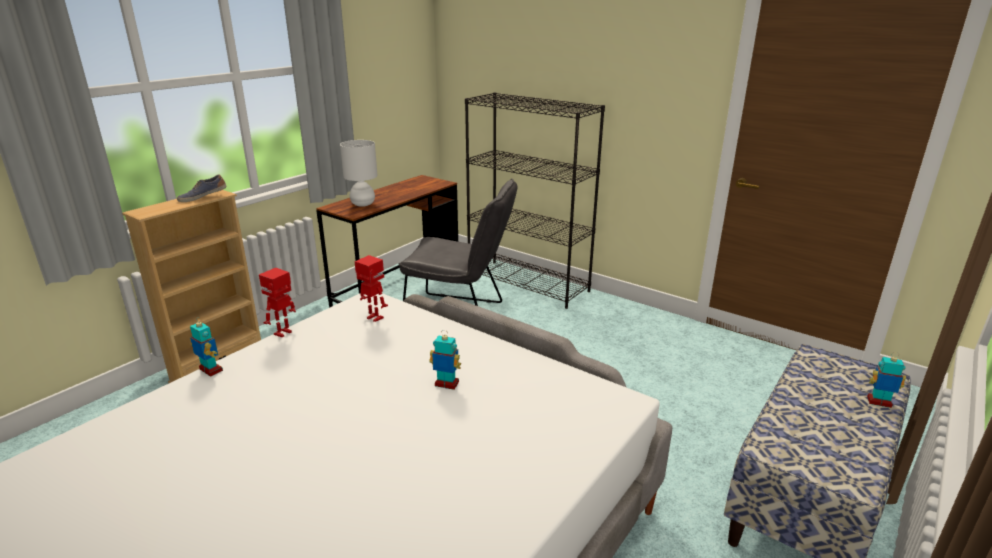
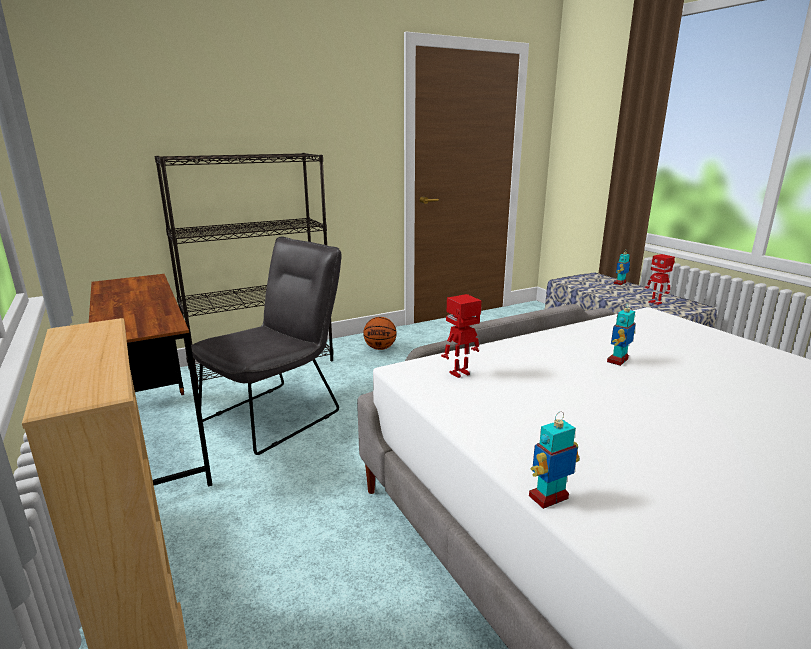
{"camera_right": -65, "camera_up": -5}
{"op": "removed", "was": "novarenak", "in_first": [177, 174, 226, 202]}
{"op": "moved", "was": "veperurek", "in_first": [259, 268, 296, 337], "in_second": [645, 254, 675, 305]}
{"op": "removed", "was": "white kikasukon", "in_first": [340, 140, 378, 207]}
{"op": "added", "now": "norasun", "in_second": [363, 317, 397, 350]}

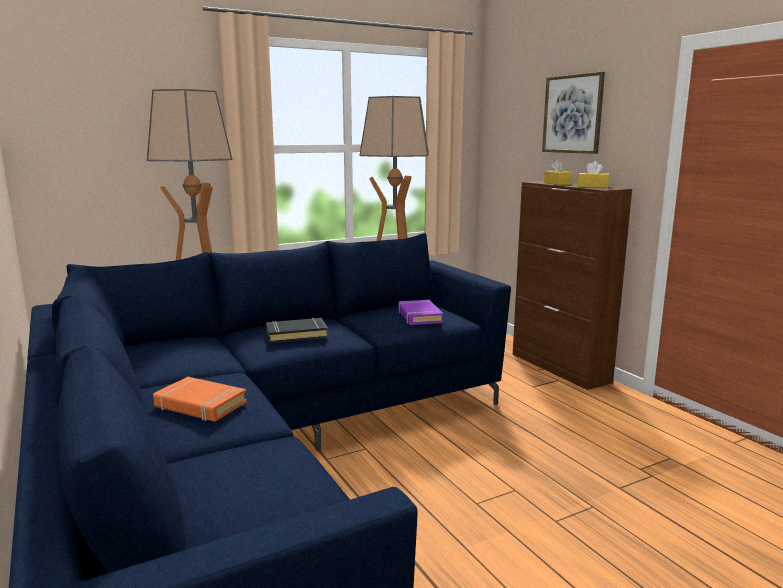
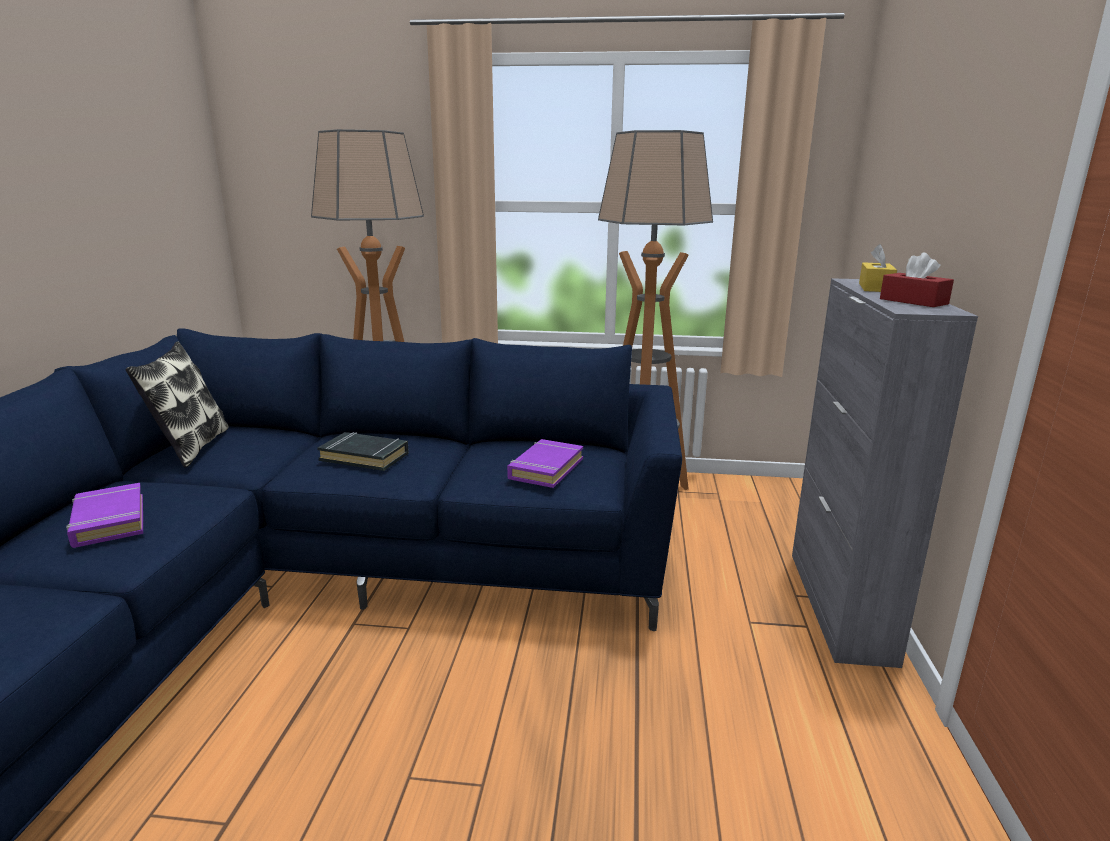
{"camera_right": 35, "camera_up": 5}
{"op": "recoloured", "was": "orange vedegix", "now": "purple vedegix", "in_first": [153, 377, 247, 422], "in_second": [66, 483, 143, 548]}
{"op": "recoloured", "was": "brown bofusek", "now": "grey bofusek", "in_first": [513, 181, 632, 390], "in_second": [792, 278, 978, 668]}
{"op": "removed", "was": "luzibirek", "in_first": [542, 72, 605, 154]}
{"op": "recoloured", "was": "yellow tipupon", "now": "red tipupon", "in_first": [578, 161, 609, 188], "in_second": [880, 252, 954, 307]}
{"op": "added", "now": "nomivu", "in_second": [125, 341, 228, 468]}

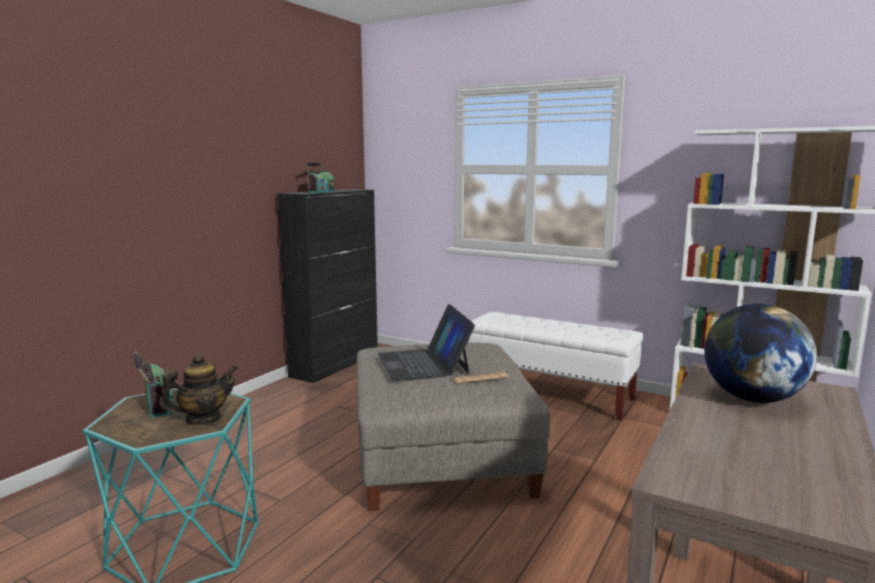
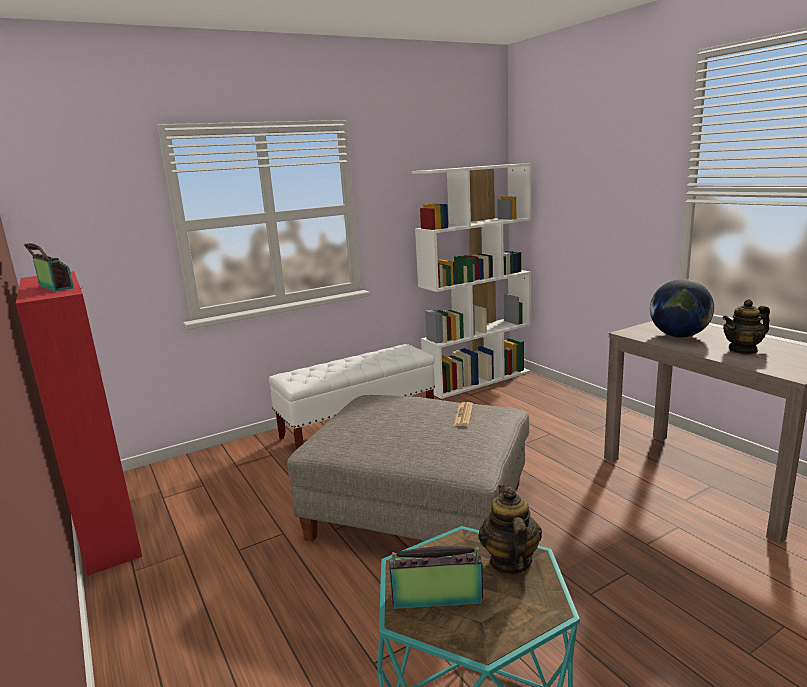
{"camera_right": -60, "camera_up": 5}
{"op": "recoloured", "was": "black bofusek", "now": "red bofusek", "in_first": [278, 189, 378, 383], "in_second": [16, 271, 142, 576]}
{"op": "removed", "was": "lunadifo", "in_first": [378, 304, 475, 381]}
{"op": "added", "now": "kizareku", "in_second": [723, 299, 770, 354]}

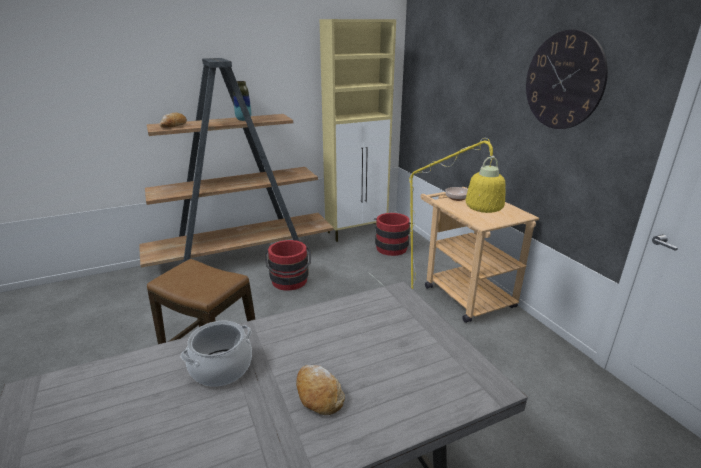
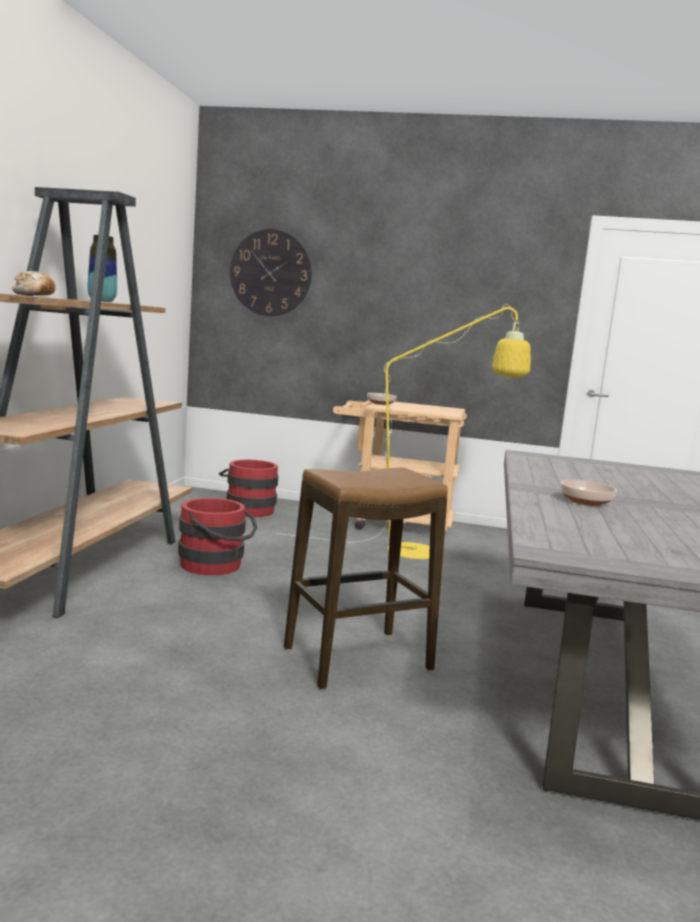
{"camera_right": -55, "camera_up": -15}
{"op": "replaced", "was": "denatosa", "now": "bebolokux", "in_first": [181, 321, 252, 387], "in_second": [560, 480, 617, 506]}
{"op": "removed", "was": "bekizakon", "in_first": [296, 365, 345, 415]}
{"op": "removed", "was": "beige bofusek", "in_first": [320, 19, 396, 242]}
{"op": "moved", "was": "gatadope", "in_first": [526, 30, 608, 129], "in_second": [230, 229, 312, 316]}

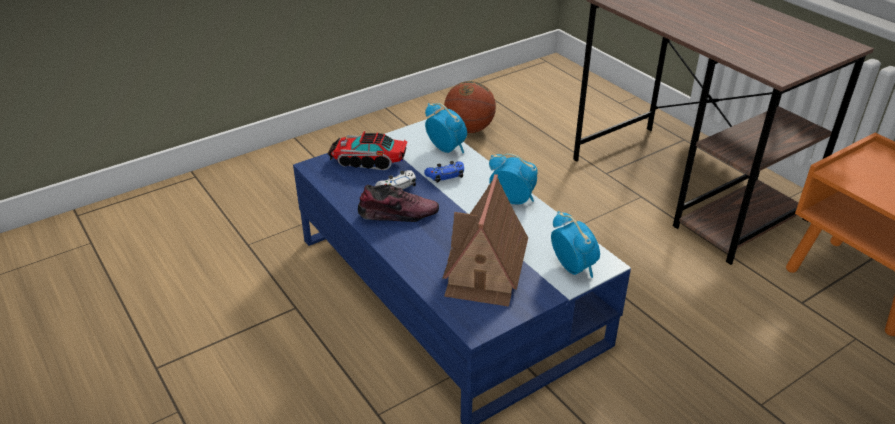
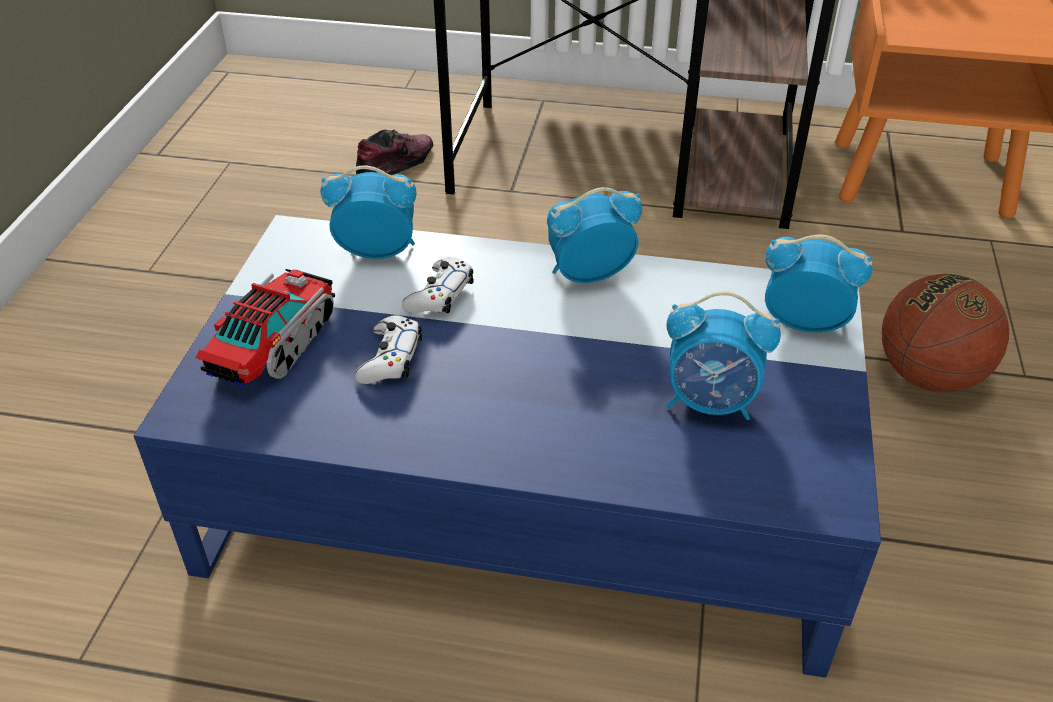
{"camera_right": -45, "camera_up": 5}
{"op": "turned", "was": "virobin", "in_first": [328, 131, 407, 170], "in_second": [196, 269, 335, 386], "clockwise": 150}
{"op": "moved", "was": "novarenak", "in_first": [358, 185, 439, 222], "in_second": [356, 129, 433, 175]}
{"op": "recoloured", "was": "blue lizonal", "now": "white lizonal", "in_first": [424, 161, 464, 183], "in_second": [402, 256, 474, 313]}
{"op": "replaced", "was": "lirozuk", "now": "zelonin", "in_first": [442, 174, 528, 306], "in_second": [666, 291, 781, 420]}
{"op": "moved", "was": "norasun", "in_first": [444, 81, 496, 133], "in_second": [882, 274, 1009, 392]}

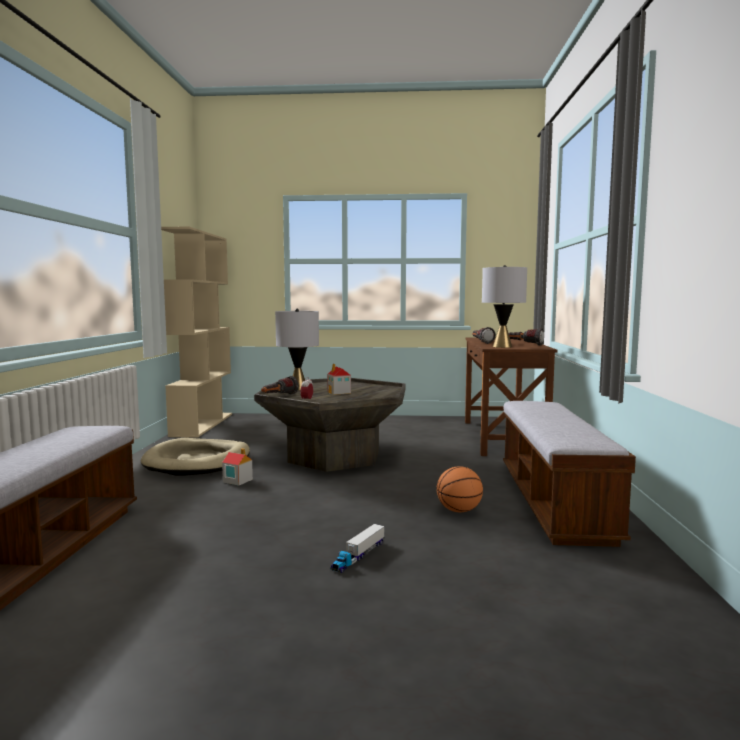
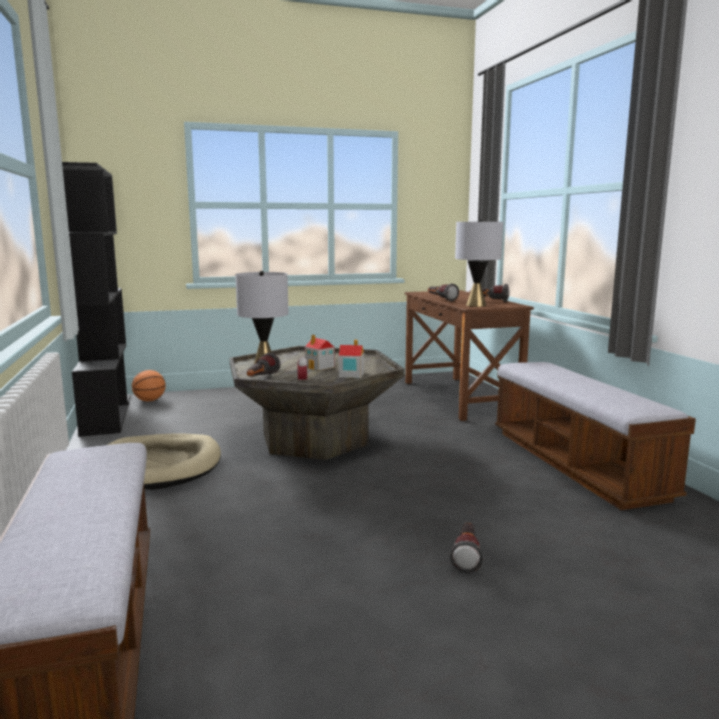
{"camera_right": -20, "camera_up": 5}
{"op": "recoloured", "was": "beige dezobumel", "now": "black dezobumel", "in_first": [161, 227, 232, 438], "in_second": [62, 162, 131, 437]}
{"op": "moved", "was": "lirozuk", "in_first": [222, 448, 253, 486], "in_second": [338, 340, 364, 378]}
{"op": "replaced", "was": "virobin", "now": "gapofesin", "in_first": [331, 524, 385, 573], "in_second": [449, 523, 484, 573]}
{"op": "moved", "was": "norasun", "in_first": [437, 466, 483, 512], "in_second": [132, 370, 166, 401]}

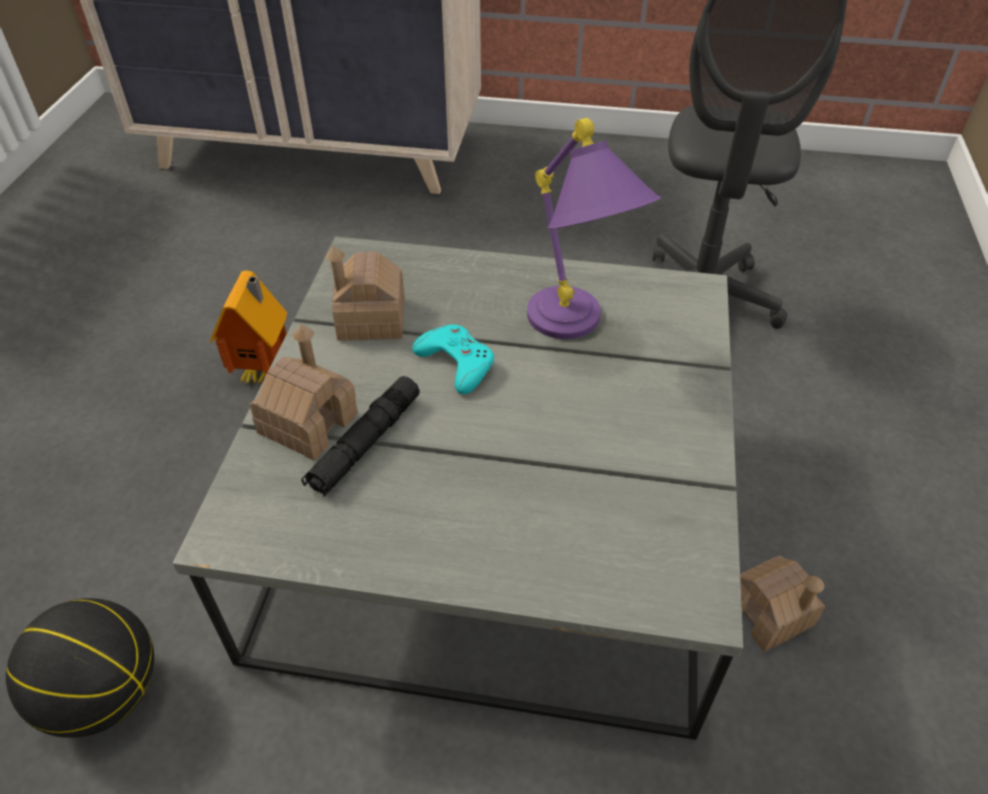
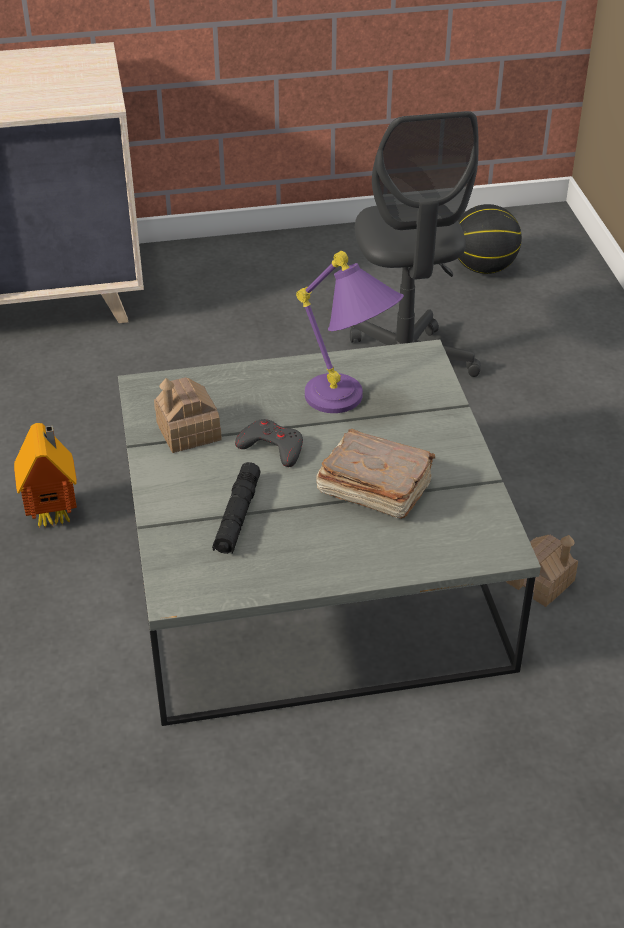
{"camera_right": -20, "camera_up": -5}
{"op": "moved", "was": "norasun", "in_first": [6, 598, 154, 738], "in_second": [458, 204, 522, 274]}
{"op": "removed", "was": "lirozuk", "in_first": [250, 324, 358, 461]}
{"op": "recoloured", "was": "turquoise lizonal", "now": "grey lizonal", "in_first": [412, 324, 494, 394], "in_second": [235, 419, 303, 467]}
{"op": "added", "now": "brown vedegix", "in_second": [316, 429, 435, 519]}

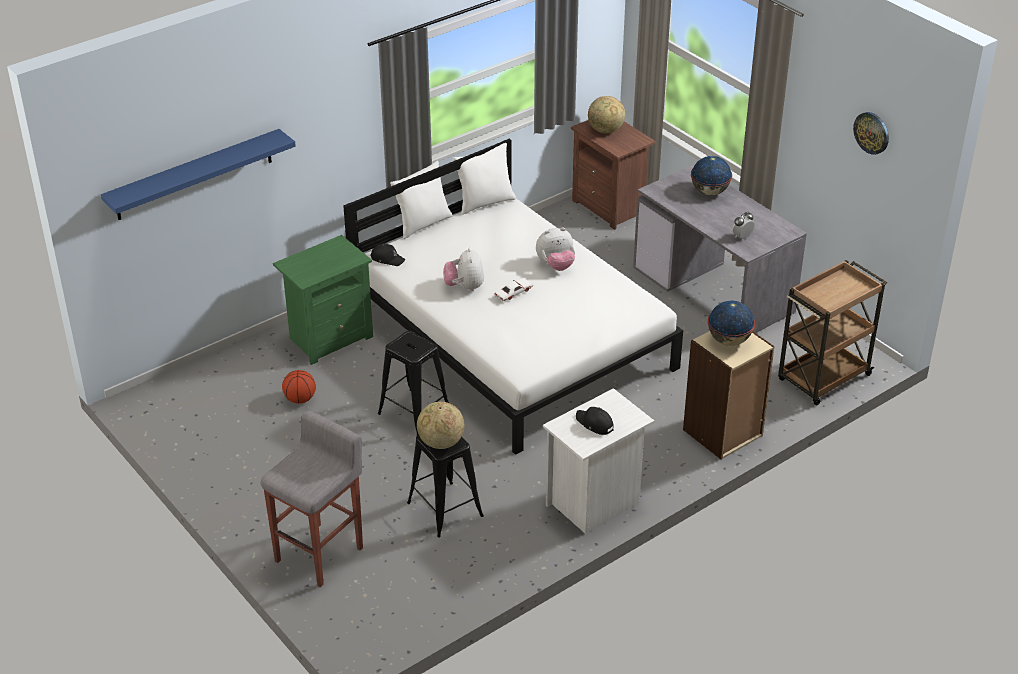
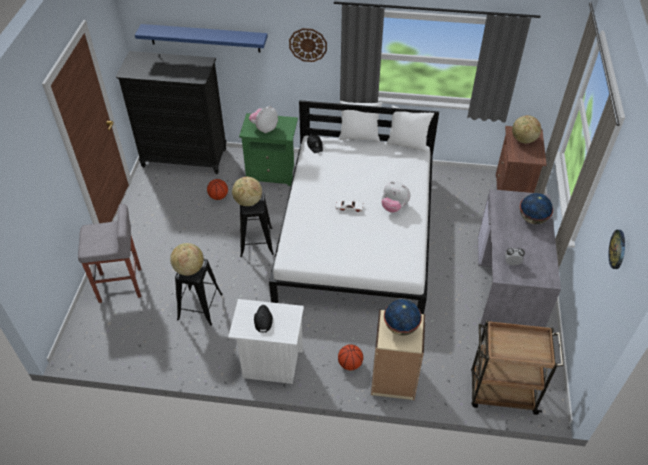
{"camera_right": 45, "camera_up": 10}
{"op": "moved", "was": "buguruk", "in_first": [443, 248, 484, 291], "in_second": [249, 106, 278, 133]}
{"op": "added", "now": "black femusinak", "in_second": [116, 51, 227, 174]}
{"op": "added", "now": "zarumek", "in_second": [232, 177, 262, 206]}
{"op": "added", "now": "gatadope", "in_second": [289, 28, 327, 62]}
{"op": "added", "now": "norasun", "in_second": [338, 344, 363, 370]}

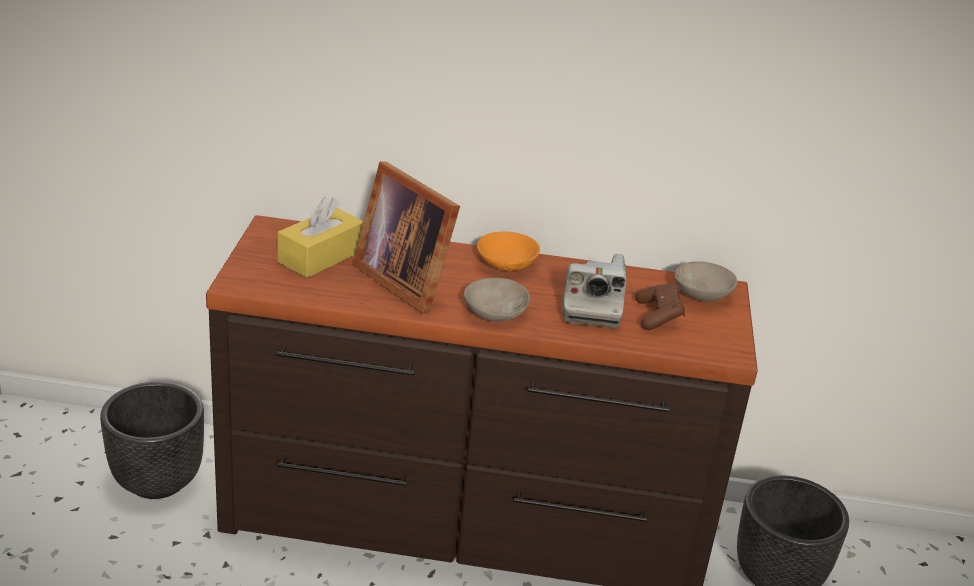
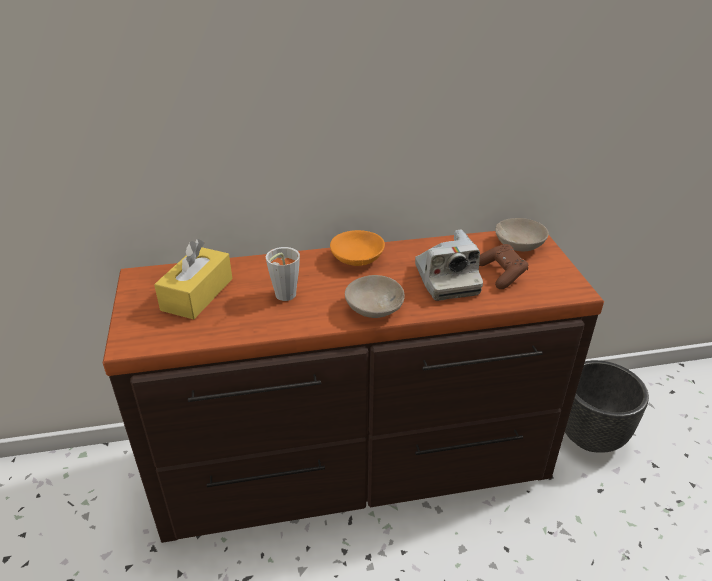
{"camera_right": -15, "camera_up": 5}
{"op": "removed", "was": "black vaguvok", "in_first": [100, 382, 204, 499]}
{"op": "replaced", "was": "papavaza", "now": "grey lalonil", "in_first": [353, 162, 460, 314], "in_second": [266, 247, 300, 301]}

